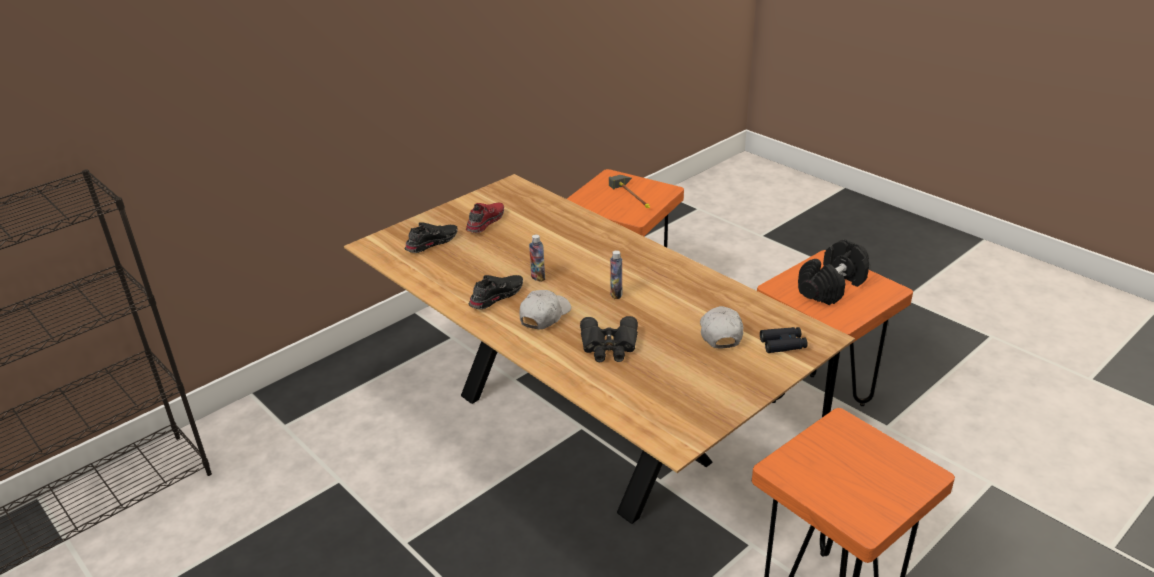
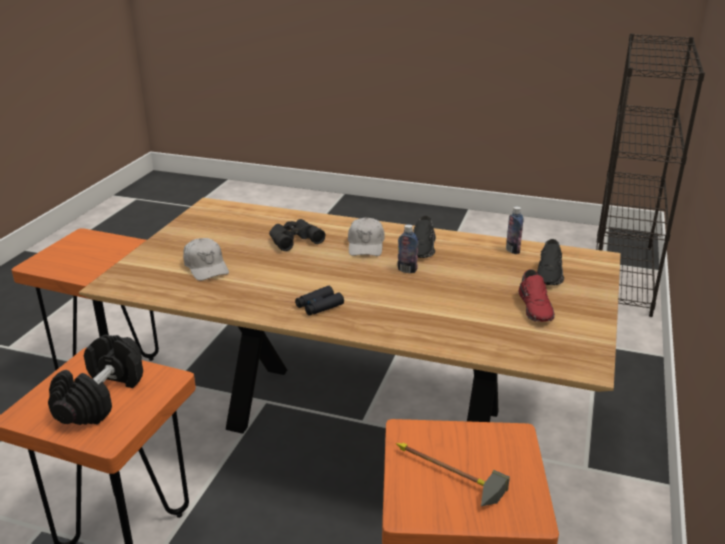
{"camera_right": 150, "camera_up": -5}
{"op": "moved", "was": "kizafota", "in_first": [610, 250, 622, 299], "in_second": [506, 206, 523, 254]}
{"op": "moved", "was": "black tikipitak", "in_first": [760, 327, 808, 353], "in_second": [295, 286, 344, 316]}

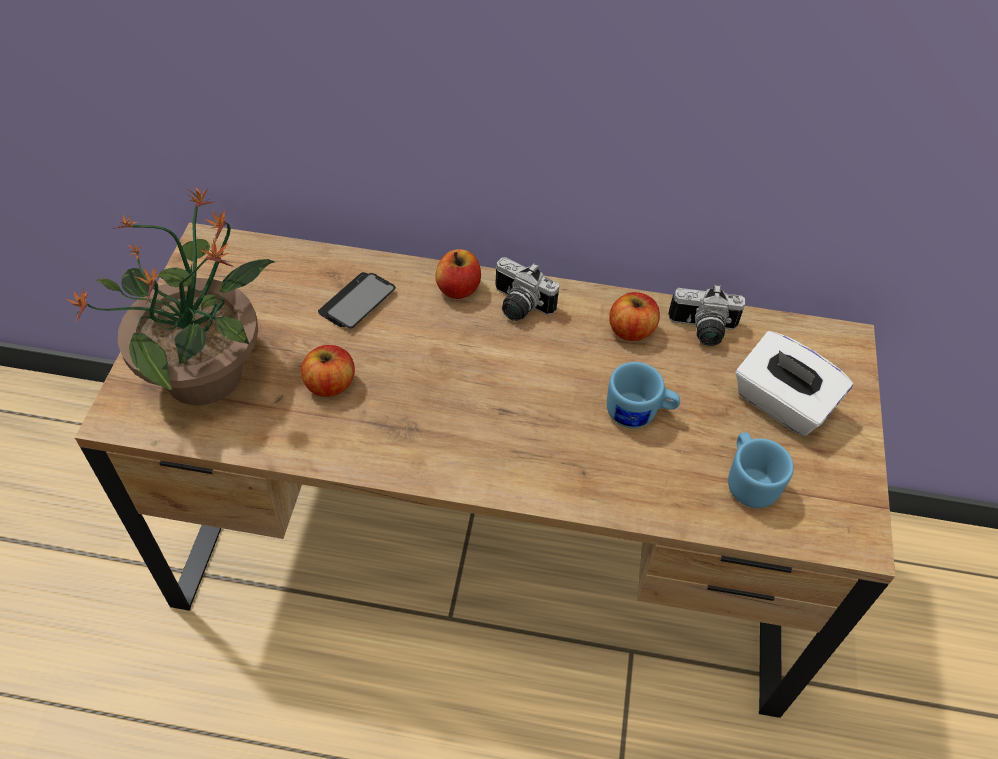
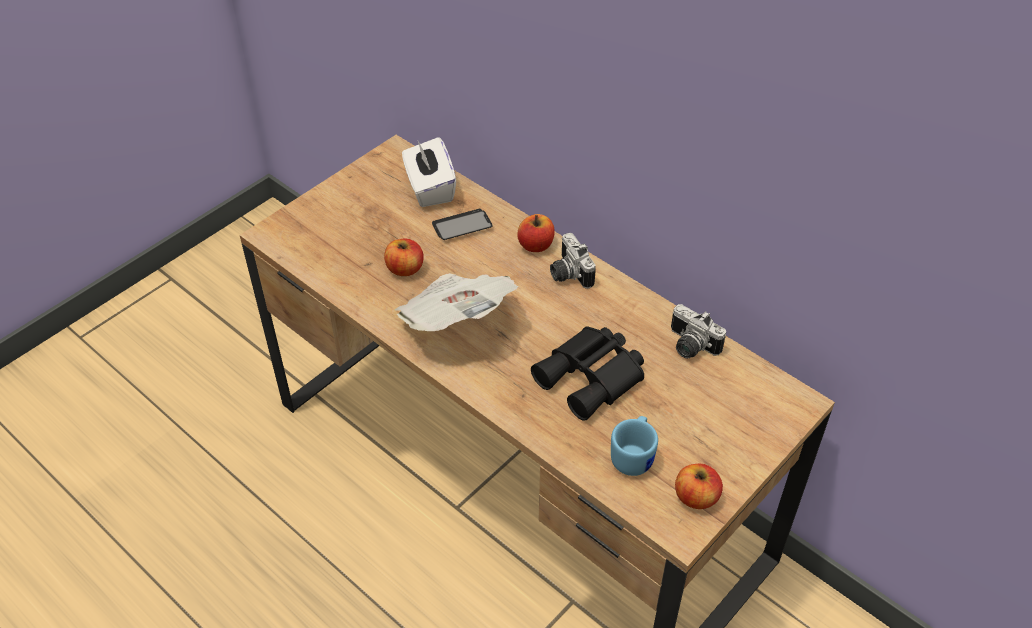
{"camera_right": 35, "camera_up": -5}
{"op": "removed", "was": "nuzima", "in_first": [65, 187, 275, 405]}
{"op": "replaced", "was": "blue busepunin", "now": "black tikipitak", "in_first": [607, 362, 680, 428], "in_second": [531, 326, 644, 421]}
{"op": "moved", "was": "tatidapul", "in_first": [609, 292, 660, 341], "in_second": [675, 464, 723, 509]}
{"op": "moved", "was": "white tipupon", "in_first": [736, 331, 853, 436], "in_second": [402, 137, 456, 207]}
{"op": "added", "now": "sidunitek", "in_second": [395, 273, 518, 331]}

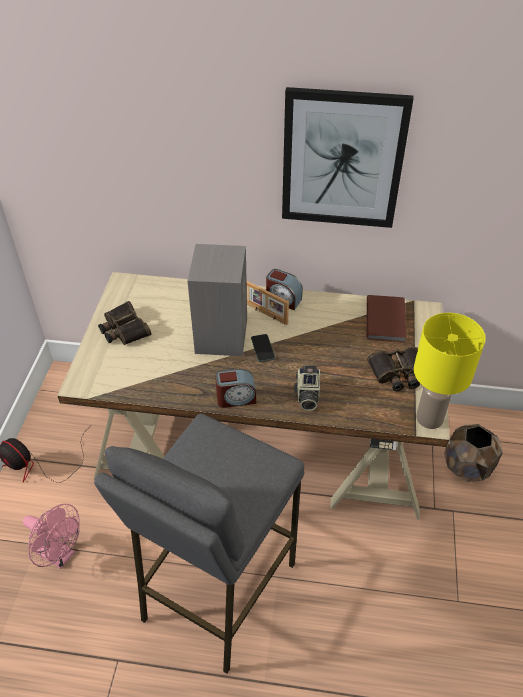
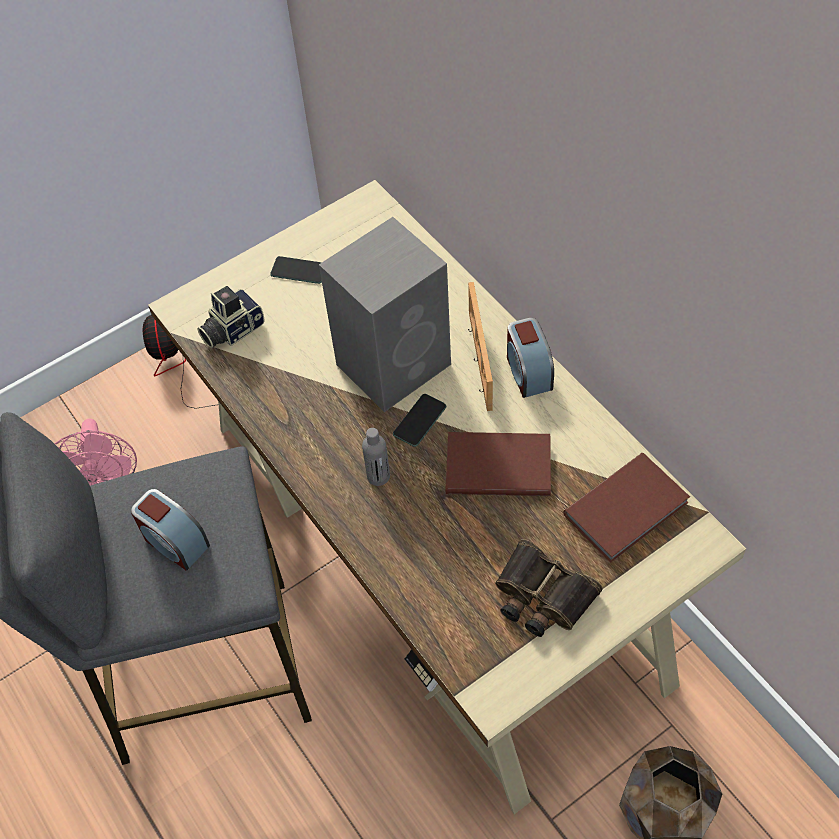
{"camera_right": 50, "camera_up": 10}
{"op": "replaced", "was": "tikipitak", "now": "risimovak", "in_first": [98, 301, 151, 345], "in_second": [270, 256, 322, 284]}
{"op": "moved", "was": "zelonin", "in_first": [215, 369, 256, 408], "in_second": [131, 489, 210, 571]}
{"op": "removed", "was": "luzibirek", "in_first": [282, 87, 413, 228]}
{"op": "moved", "was": "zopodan", "in_first": [294, 366, 320, 411], "in_second": [197, 286, 265, 348]}
{"op": "removed", "was": "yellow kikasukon", "in_first": [414, 313, 486, 429]}
{"op": "added", "now": "grey kizafota", "in_second": [362, 428, 390, 486]}
{"op": "added", "now": "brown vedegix", "in_second": [446, 432, 551, 496]}

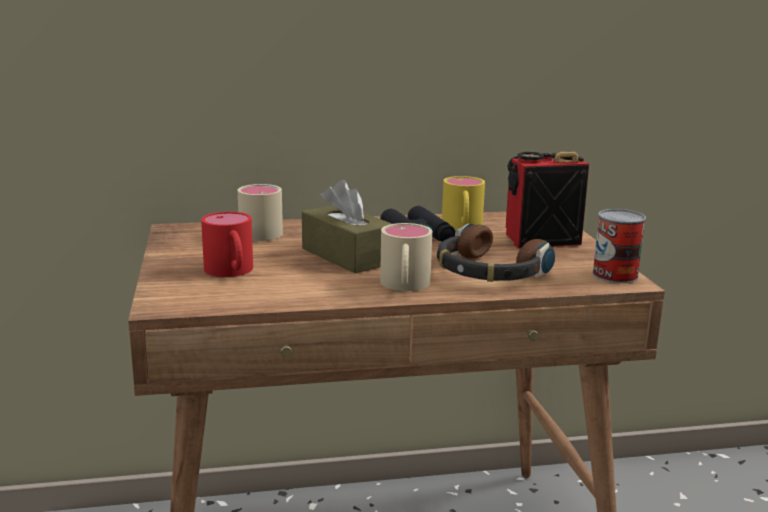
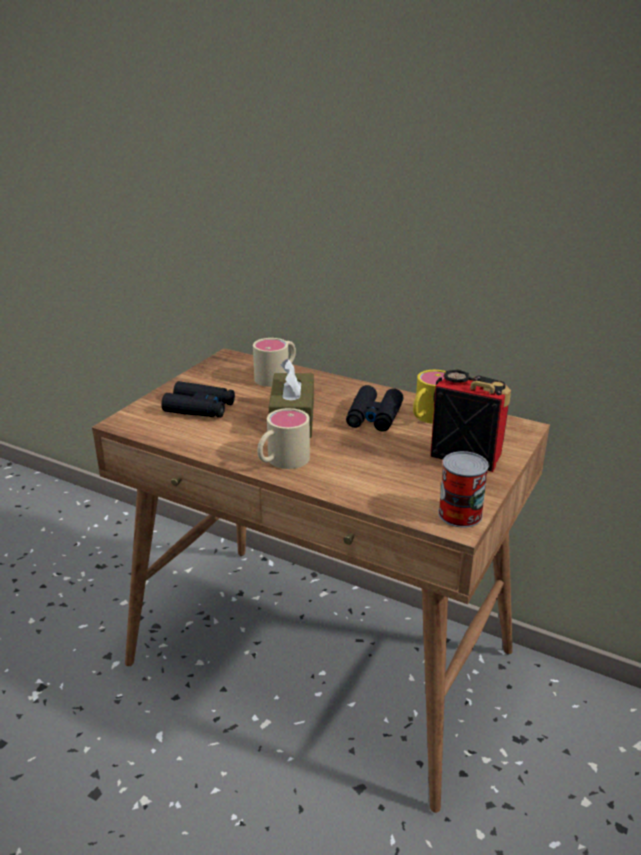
{"camera_right": 40, "camera_up": 10}
{"op": "replaced", "was": "red busepunin", "now": "black tikipitak", "in_first": [201, 212, 253, 277], "in_second": [161, 381, 235, 418]}
{"op": "removed", "was": "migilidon", "in_first": [437, 223, 555, 282]}

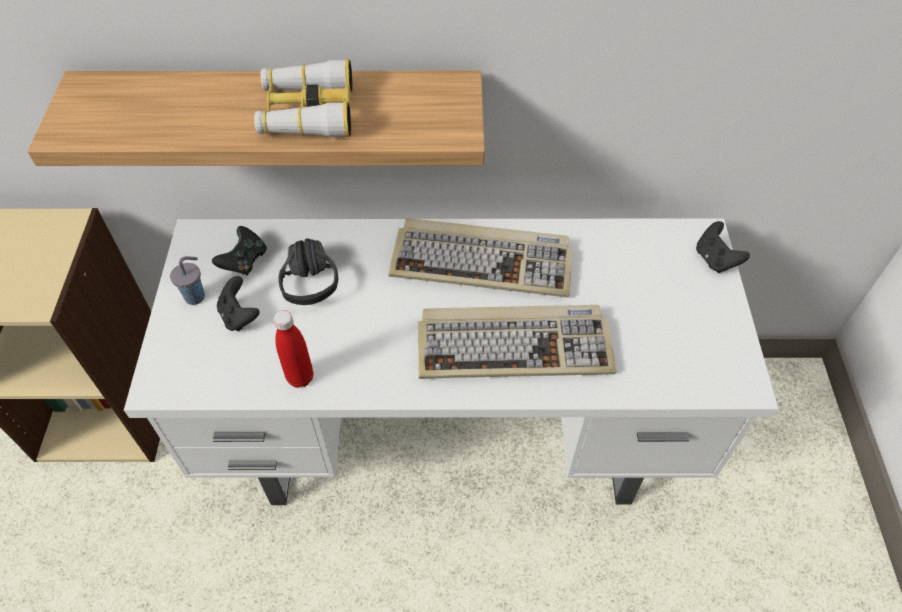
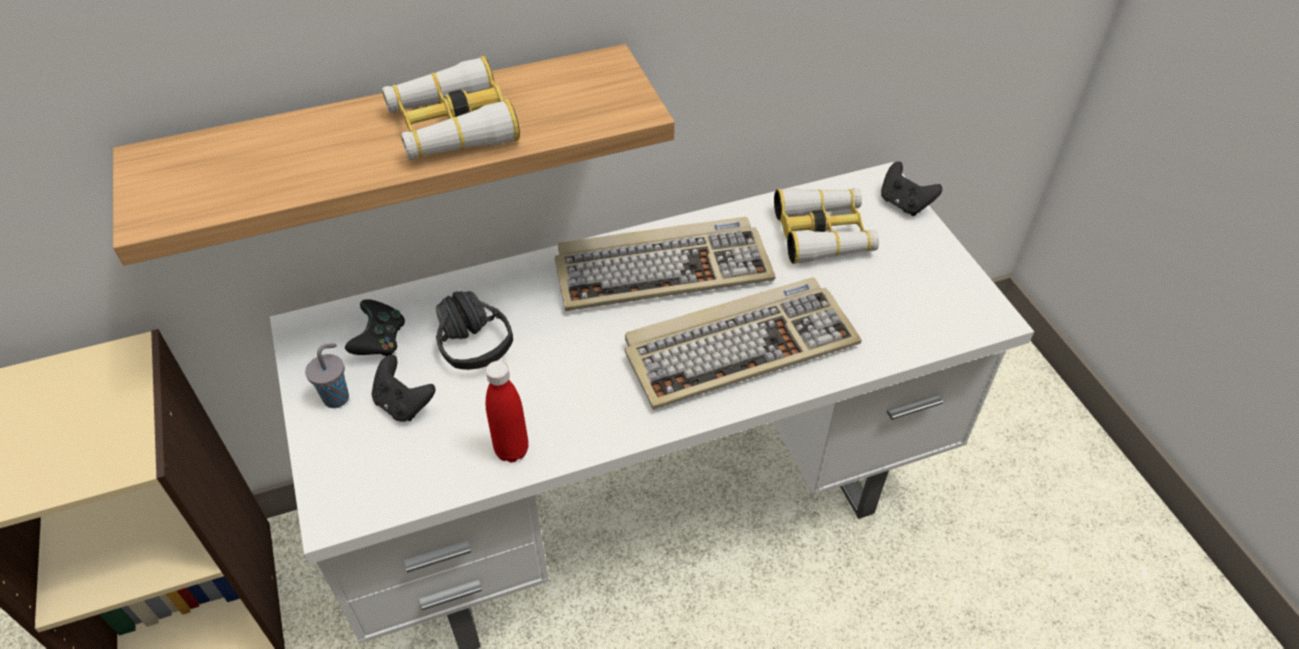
{"camera_right": -20, "camera_up": -5}
{"op": "added", "now": "tikipitak", "in_second": [774, 188, 879, 264]}

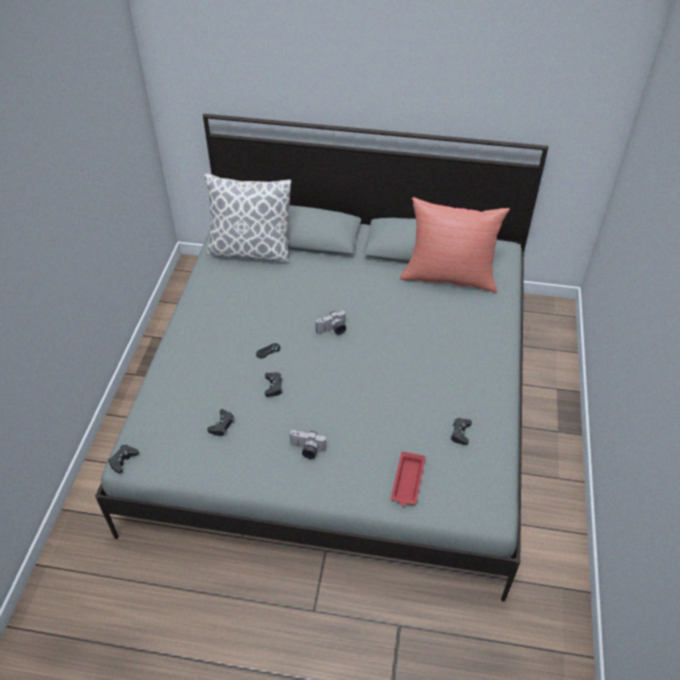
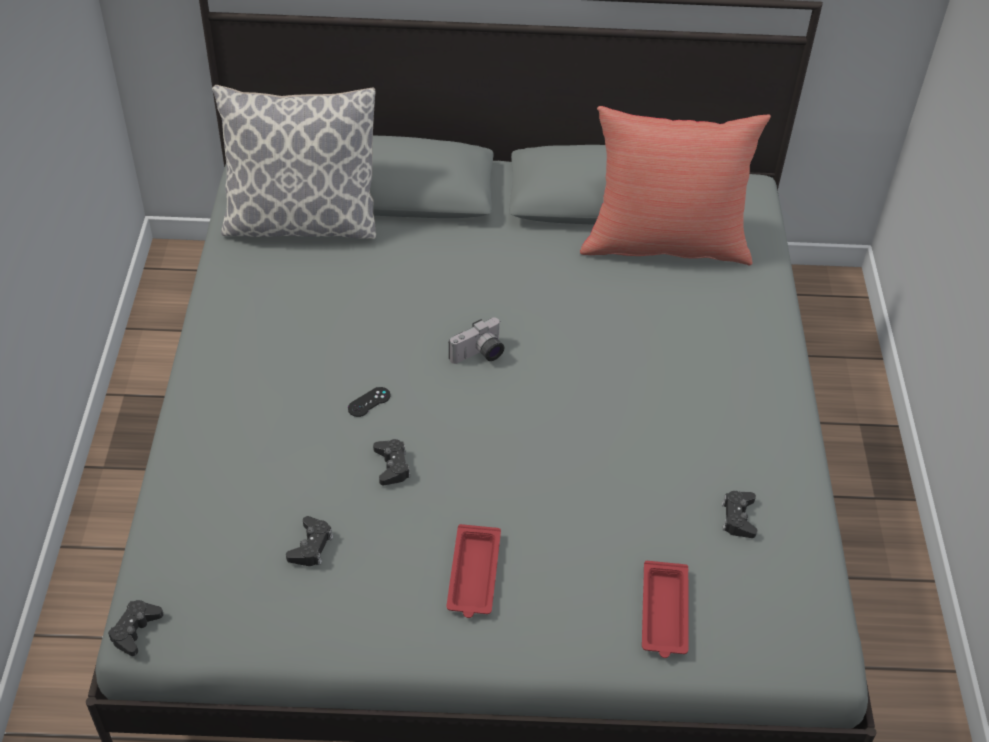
{"camera_right": -10, "camera_up": 0}
{"op": "replaced", "was": "zopodan", "now": "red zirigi", "in_first": [290, 430, 326, 459], "in_second": [446, 524, 501, 618]}

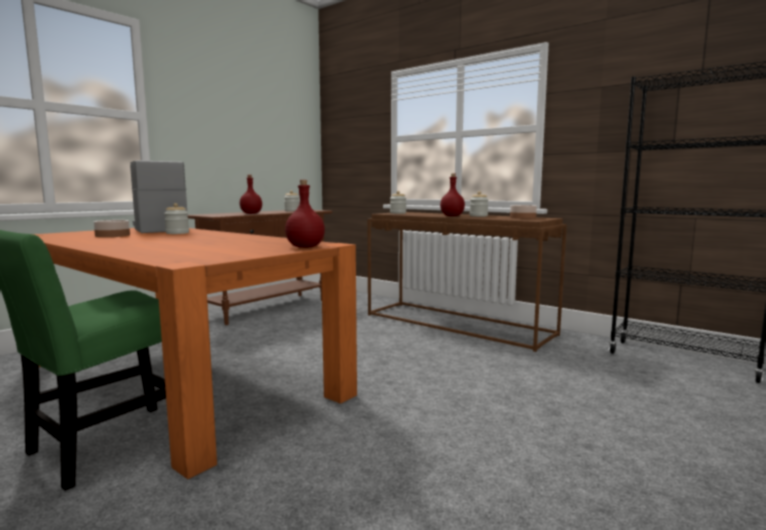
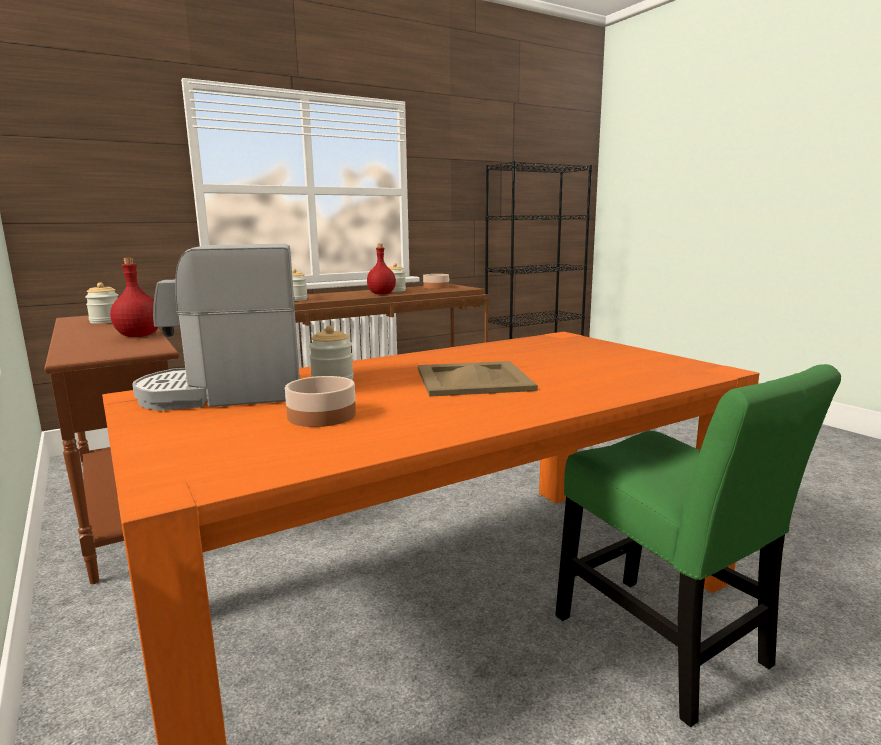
{"camera_right": -70, "camera_up": 5}
{"op": "removed", "was": "red kizafota", "in_first": [285, 180, 325, 248]}
{"op": "added", "now": "beige zirigi", "in_second": [418, 361, 538, 397]}

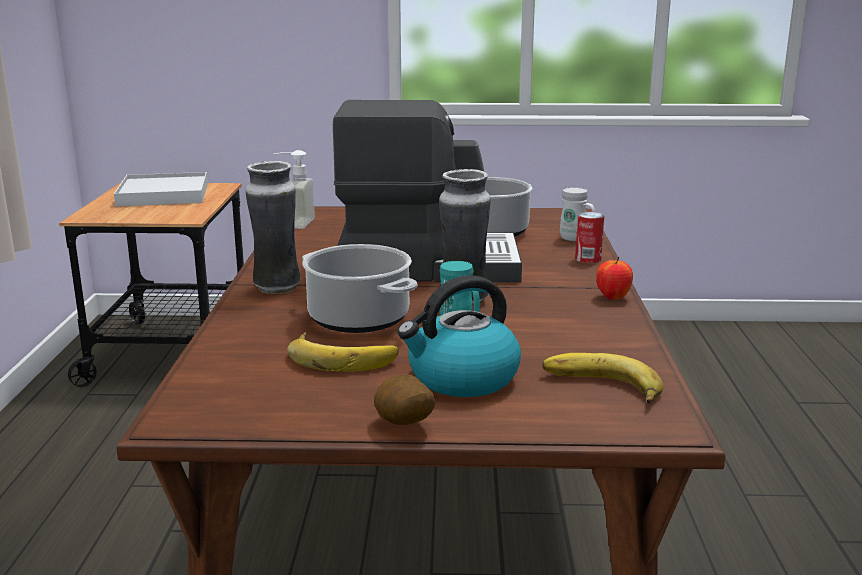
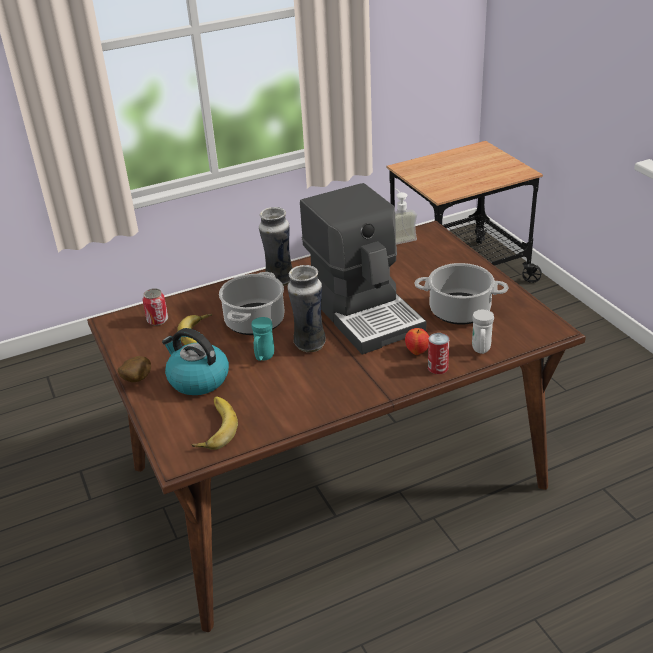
{"camera_right": 65, "camera_up": 15}
{"op": "removed", "was": "white zirigi", "in_first": [114, 172, 208, 207]}
{"op": "moved", "was": "tatidapul", "in_first": [596, 257, 633, 300], "in_second": [405, 328, 429, 355]}
{"op": "added", "now": "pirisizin", "in_second": [142, 288, 168, 326]}

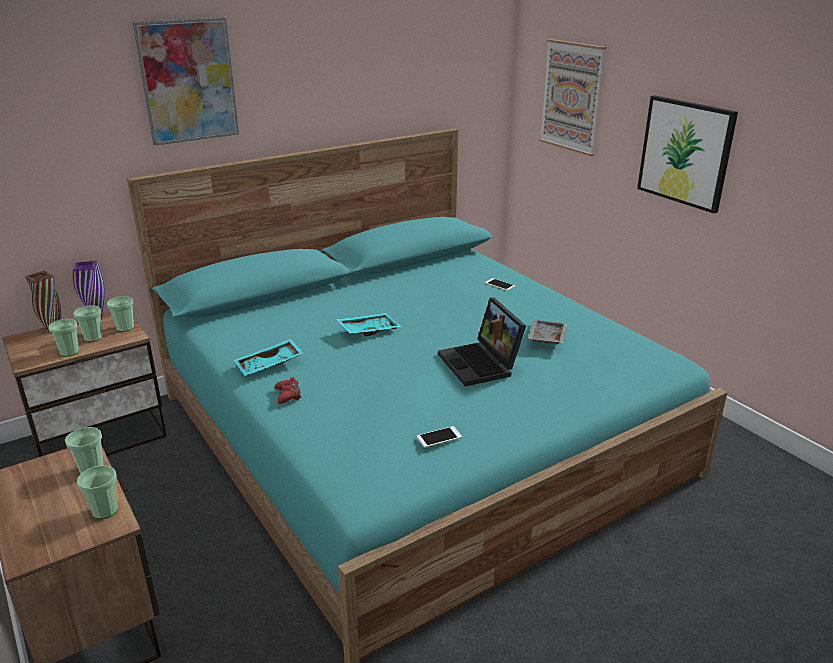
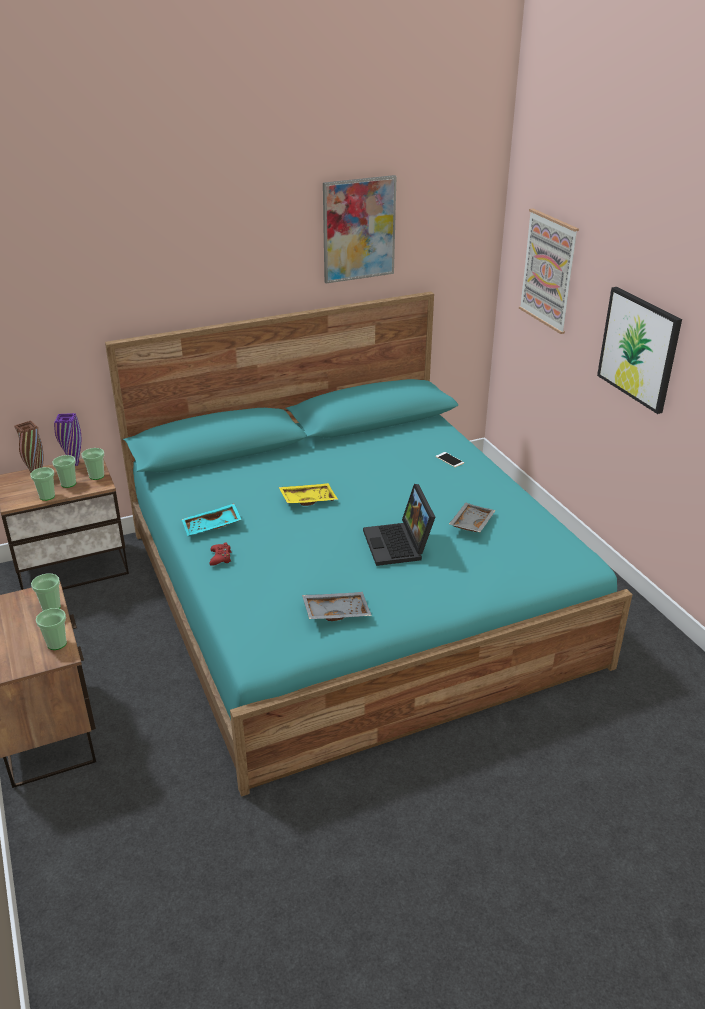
{"camera_right": 10, "camera_up": 5}
{"op": "moved", "was": "luzibirek", "in_first": [133, 17, 239, 146], "in_second": [323, 175, 396, 284]}
{"op": "recoloured", "was": "turquoise zirigi", "now": "yellow zirigi", "in_first": [336, 313, 402, 336], "in_second": [279, 483, 338, 506]}
{"op": "replaced", "was": "risimovak", "now": "grey zirigi", "in_first": [417, 426, 462, 448], "in_second": [302, 592, 372, 621]}

